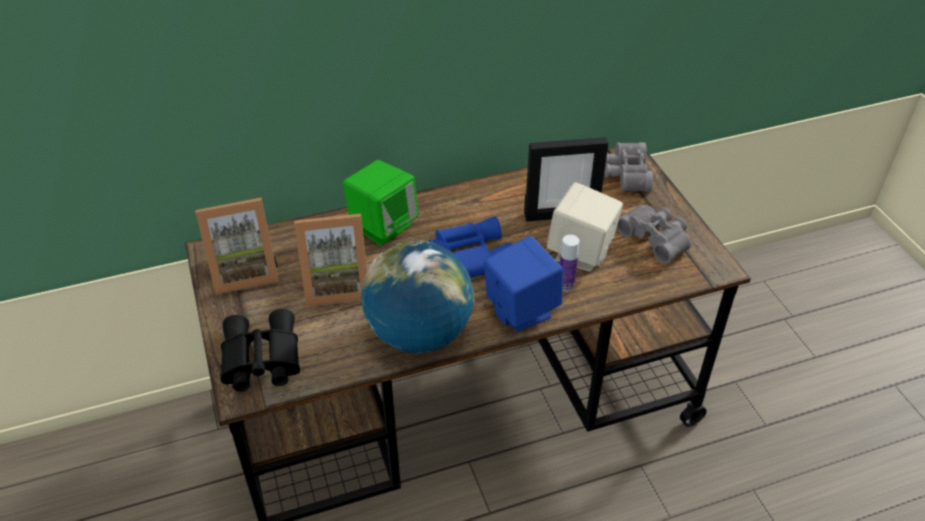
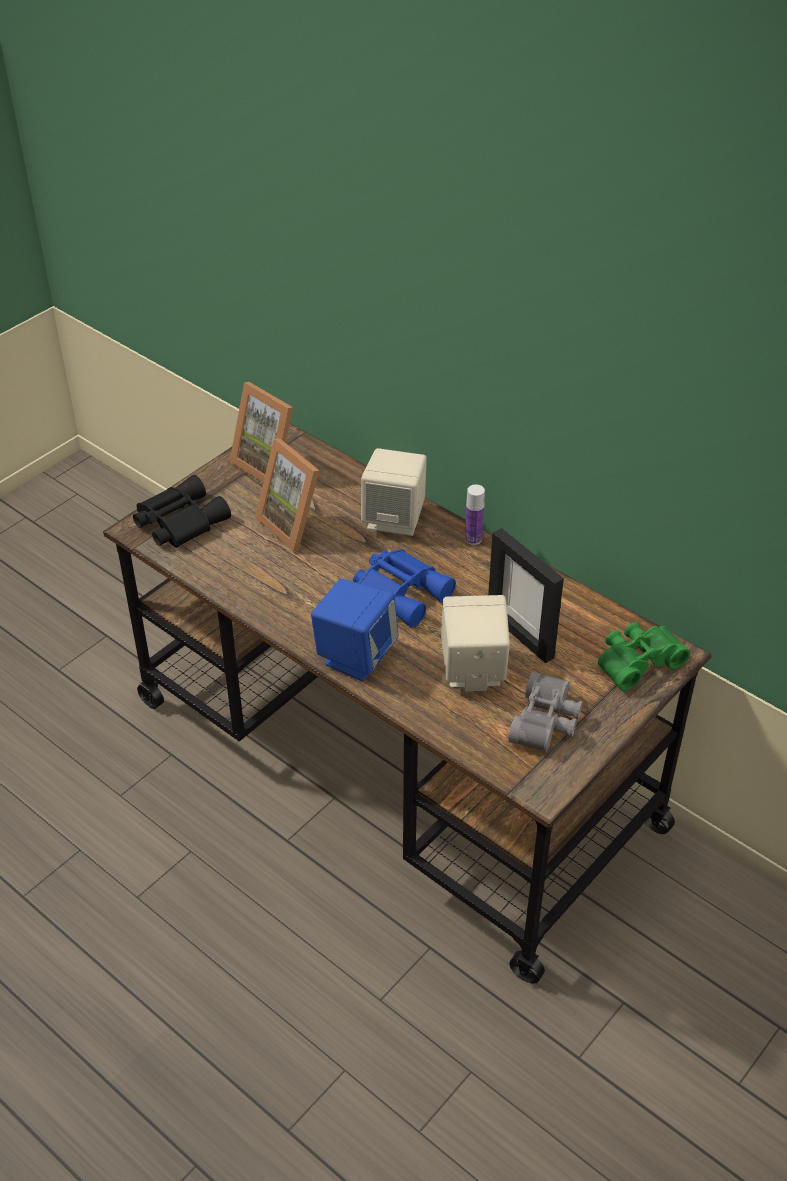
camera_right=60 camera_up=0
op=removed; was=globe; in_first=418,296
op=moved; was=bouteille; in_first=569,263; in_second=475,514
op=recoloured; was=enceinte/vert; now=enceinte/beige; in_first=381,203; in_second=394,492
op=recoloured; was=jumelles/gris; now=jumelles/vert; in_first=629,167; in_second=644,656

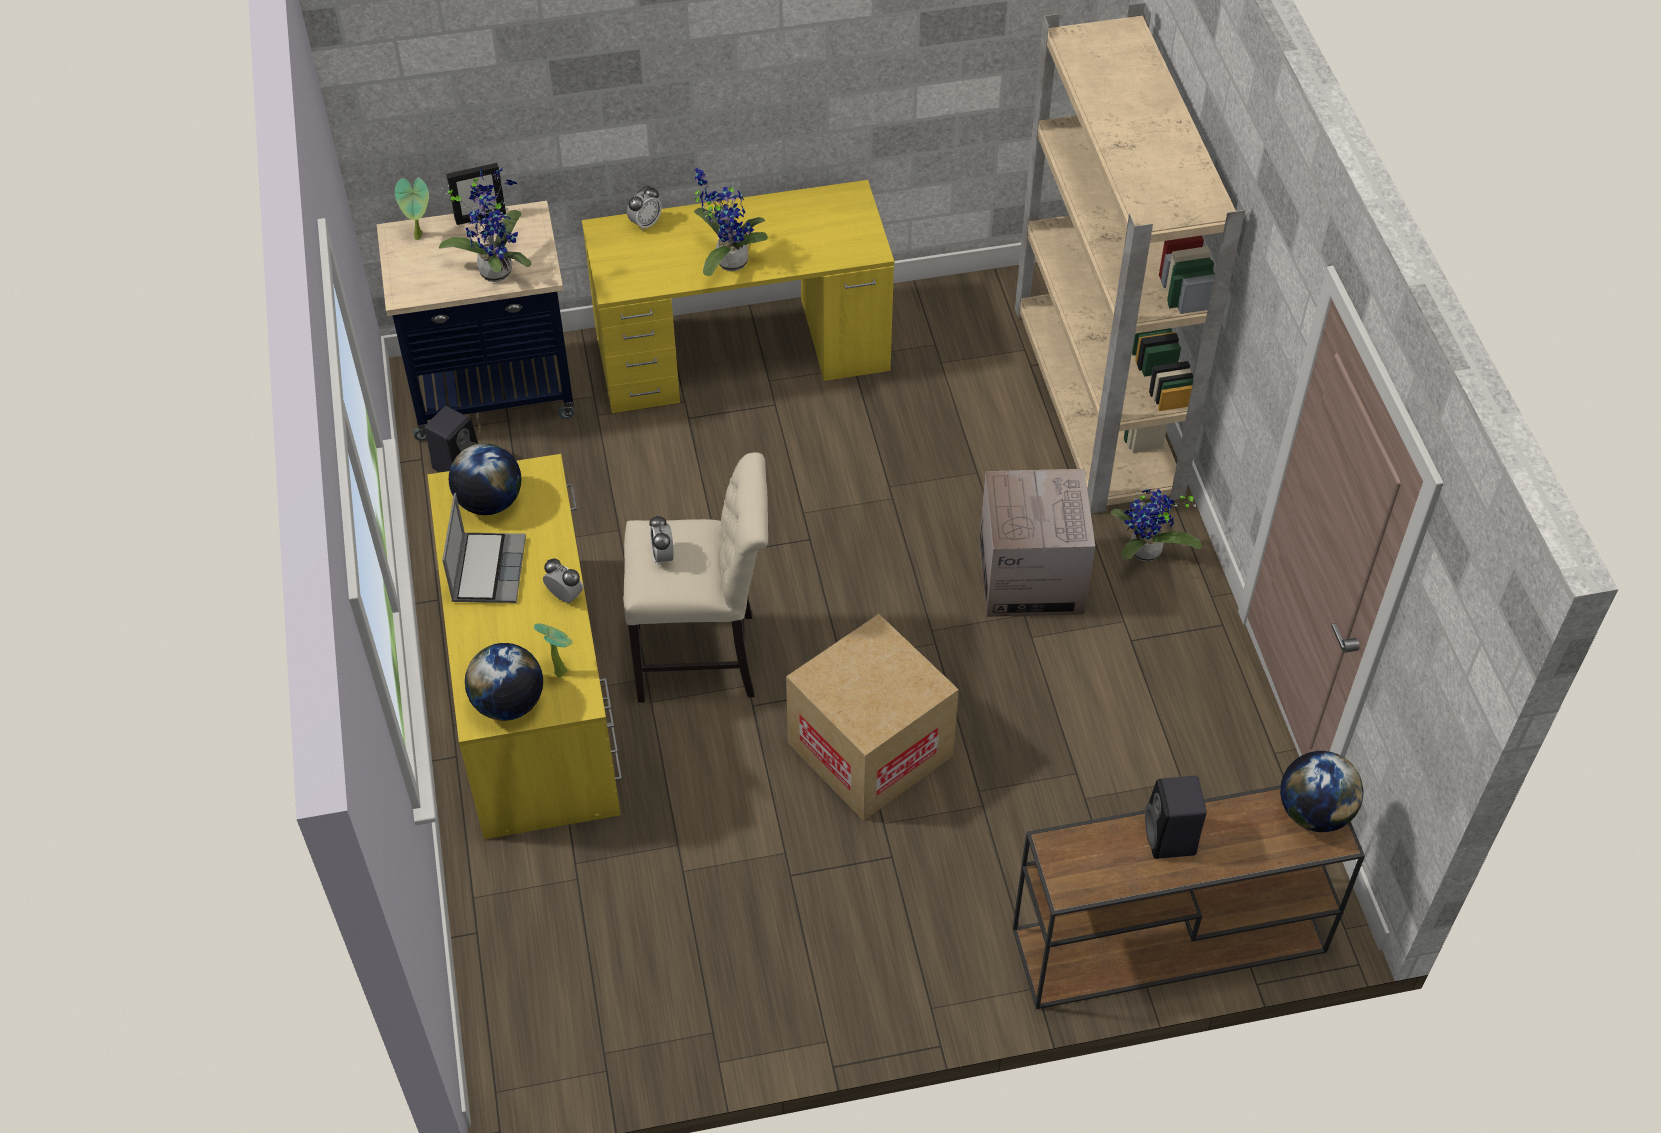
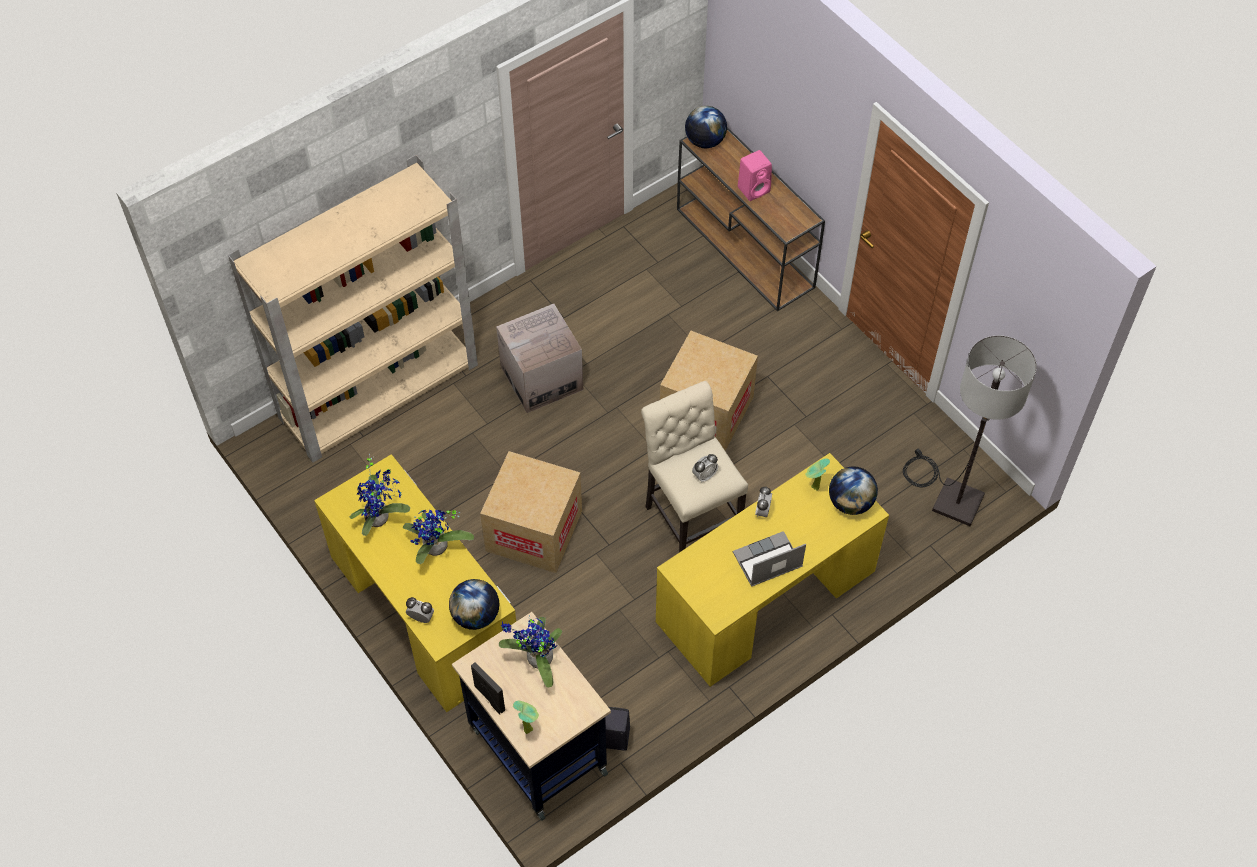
camera_right=-115 camera_up=5
op=added; now=carton; in_second=531,512
op=added; now=lampadaire; in_second=970,431
op=moved; was=globe; in_first=485,479; in_second=474,604
op=moved; was=plante en pot; in_first=1156,525; in_second=380,494
op=recoloured; was=enceinte/noir; now=enceinte/rose; in_first=1176,817; in_second=755,175

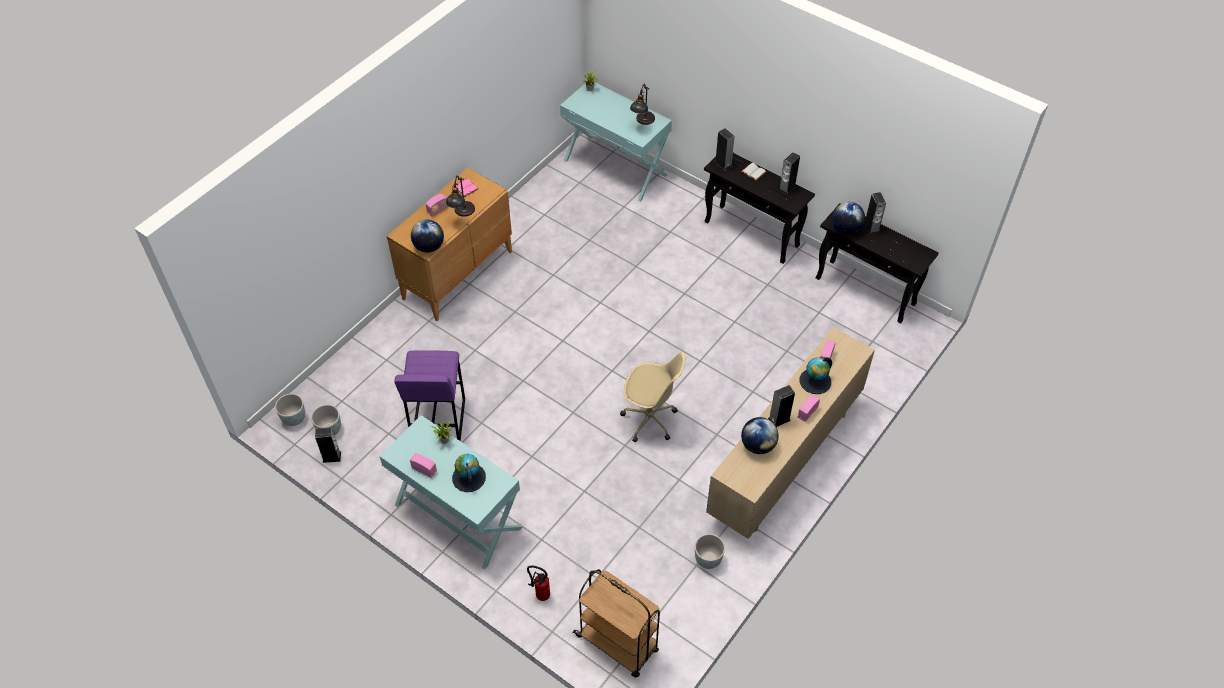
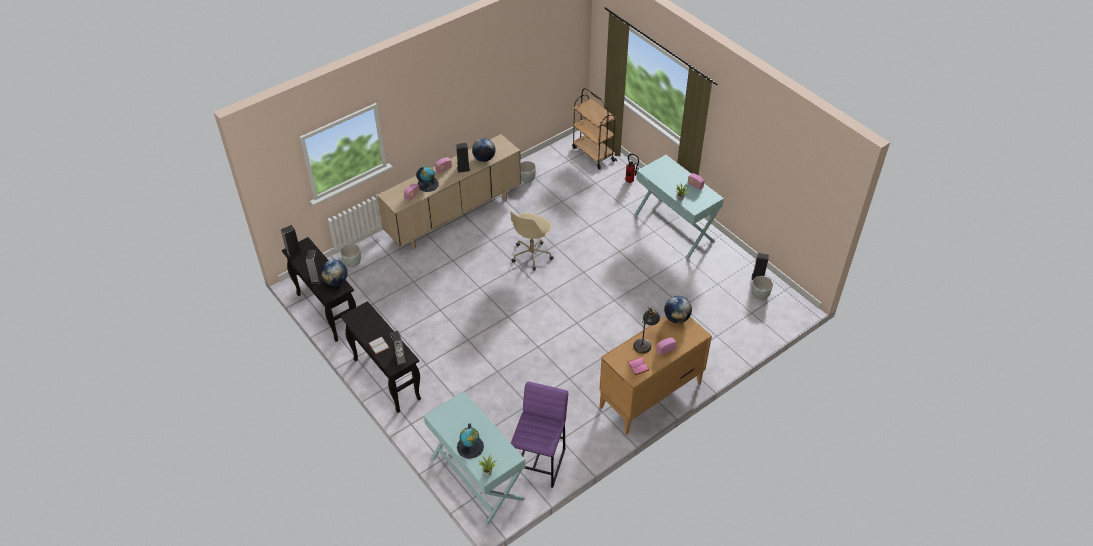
camera_right=-165 camera_up=-5
op=removed; was=lampe de table/gris; in_first=642,104
op=moved; was=cache-pot/gris; in_first=290,410; in_second=350,255
op=moved; was=tabouret/violet; in_first=429,395; in_second=539,434
op=moved; was=globe; in_first=469,473; in_second=470,441
op=moved; was=enceinte; in_first=789,173; in_second=291,241
op=turned; was=chaise de bureau/beige; in_first=653,397; in_second=532,241; clockwise=-90

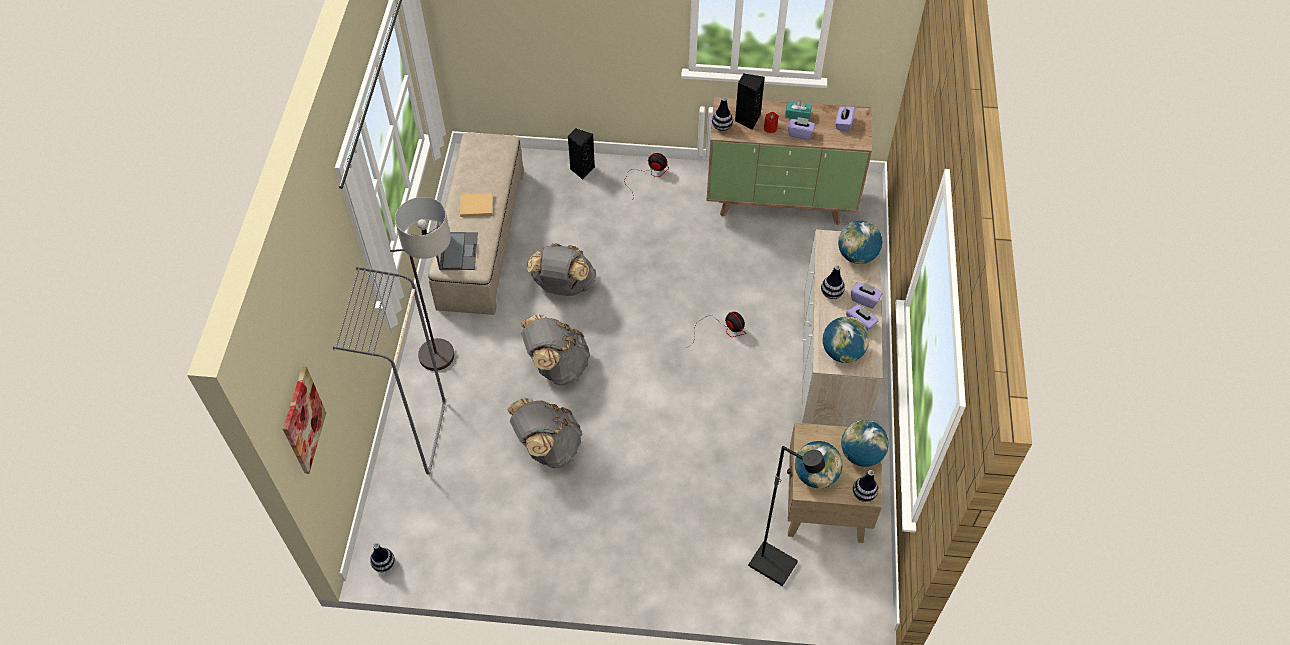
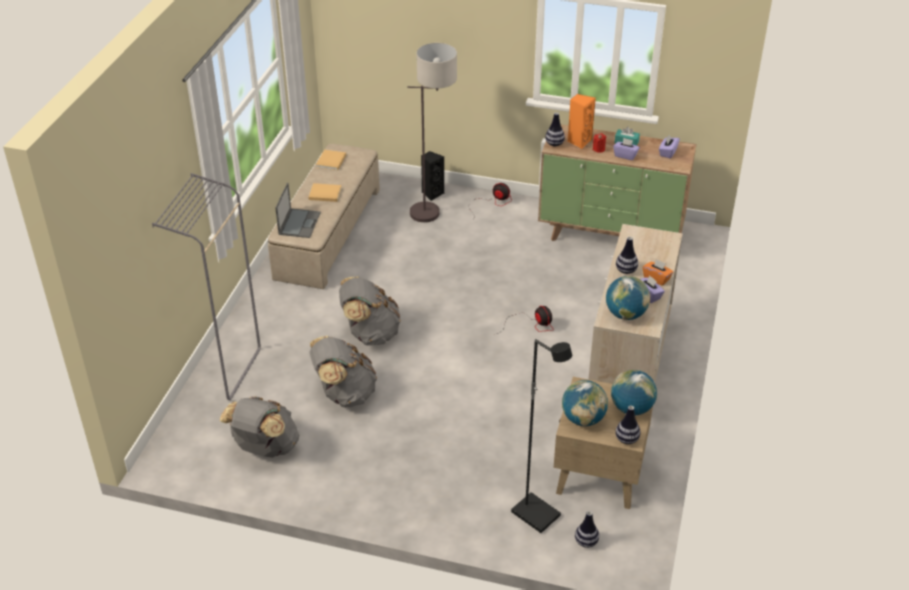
camera_right=10 camera_up=-15
op=removed; was=tableau; in_first=304,420
op=removed; was=globe; in_first=860,242
op=added; now=livre/beige; in_second=331,159
op=moved; was=vase; in_first=382,557; in_second=587,529
op=moved; was=lampadaire/gris; in_first=422,284; in_second=432,132
op=moved; was=sac à dos/gris; in_first=561,269; in_second=259,427
op=recoloured; was=enceinte/noir; now=enceinte/orange; in_first=750,101; in_second=582,121
op=recoloured; was=boîte à mouchoirs/violet; now=boîte à mouchoirs/orange; in_first=866,295; in_second=658,272

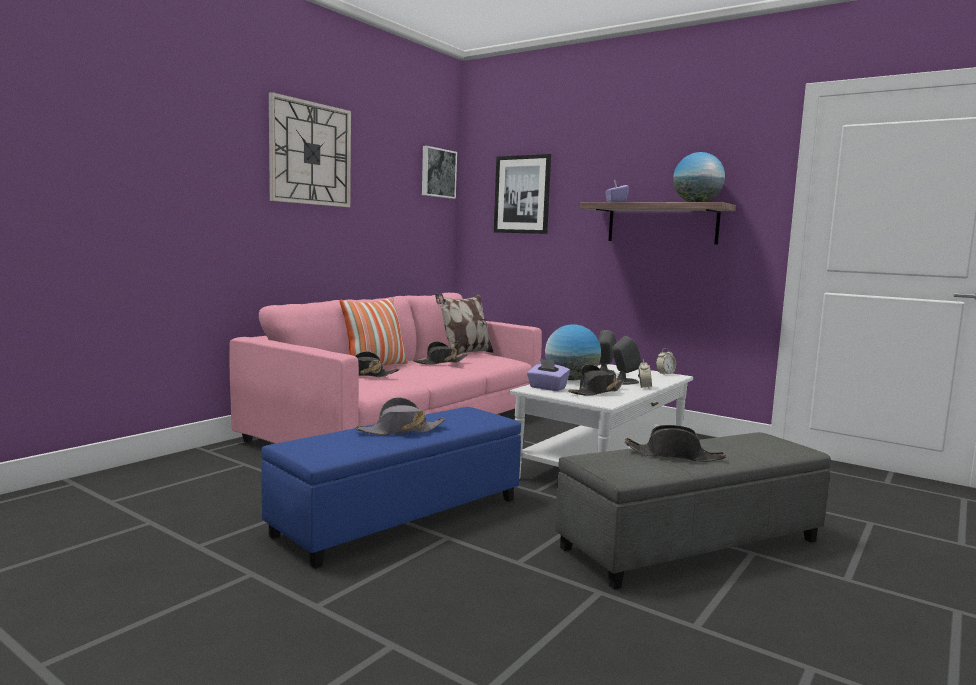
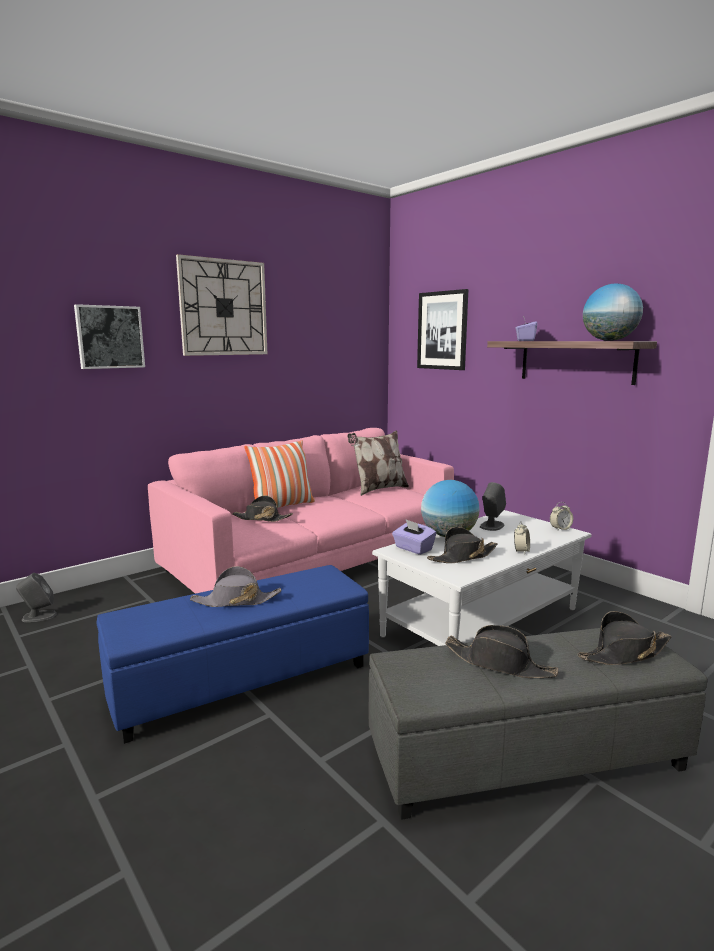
camera_right=15 camera_up=5
op=moved; was=chapeau/noir; in_first=441,353; in_second=625,638
op=moved; was=tableau; in_first=439,172; in_second=109,336
op=moved; was=enceinte/gris; in_first=627,360; in_second=36,597

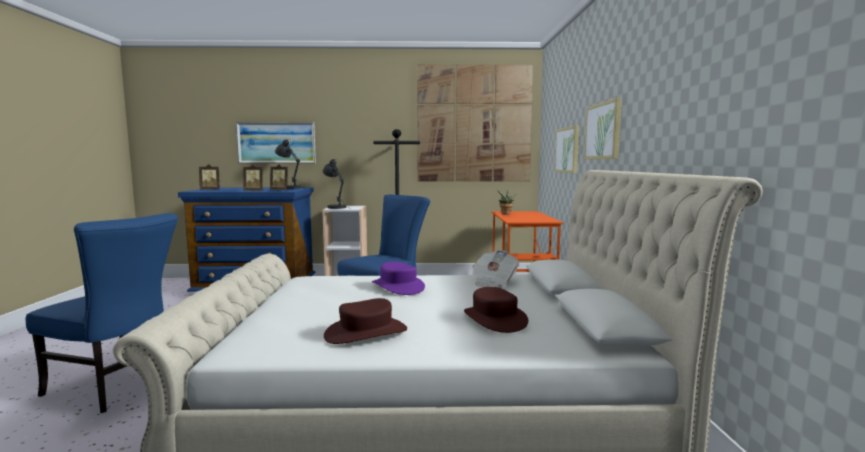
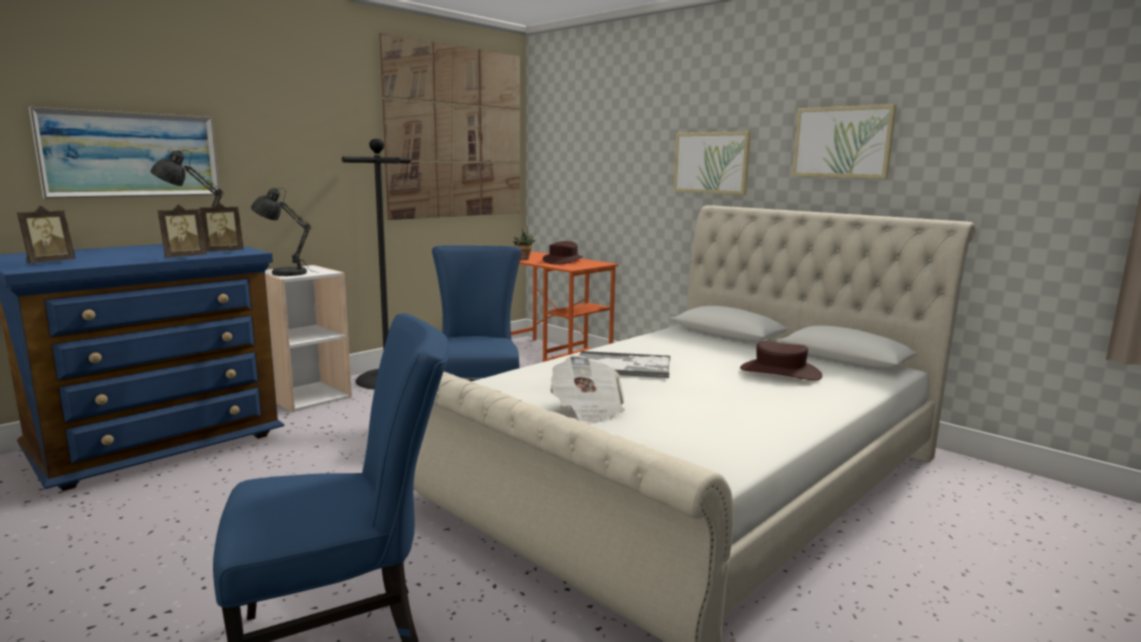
camera_right=-45 camera_up=5
op=moved; was=chapeau/marron; in_first=365,321; in_second=563,252
op=moved; was=journal; in_first=496,268; in_second=587,389
op=moved; was=tableau; in_first=566,149; in_second=844,141
op=replaced; was=chapeau/violet; now=plateau; in_first=398,278; in_second=625,364

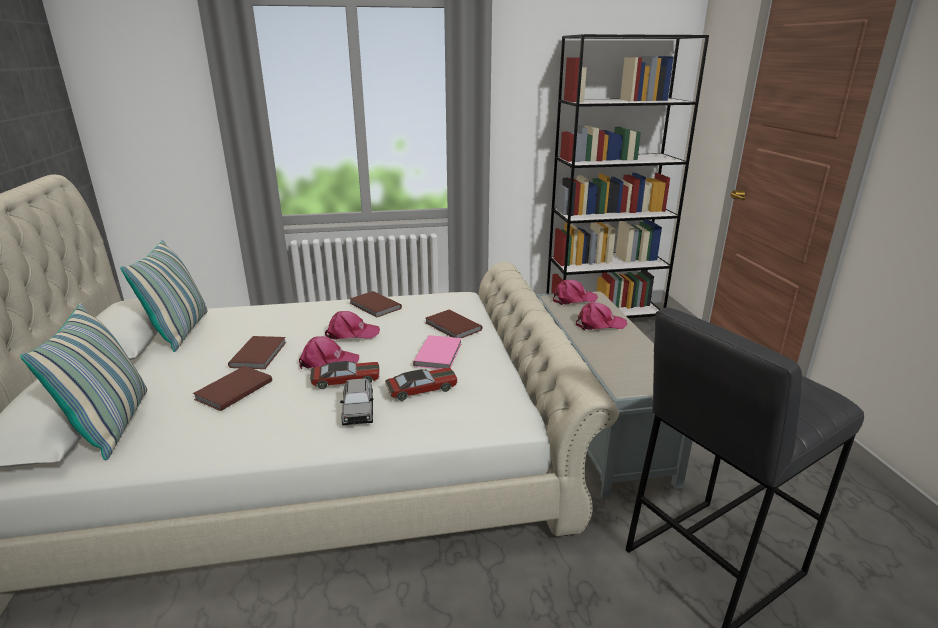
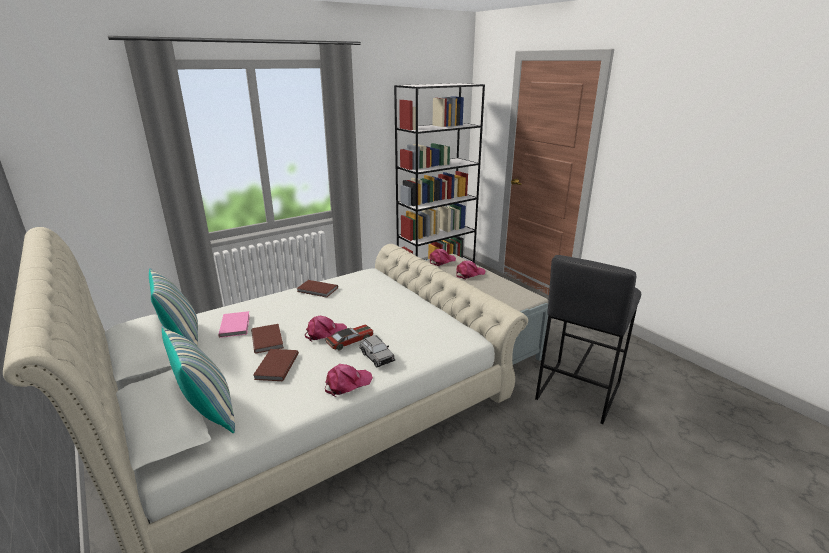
camera_right=-25 camera_up=0
op=removed; was=petite voiture; in_first=421,384
op=removed; was=livre/marron; in_first=454,324
op=moved; was=casquette/rose; in_first=352,325; in_second=349,380
op=moved; was=livre/rose; in_first=437,352; in_second=234,324

